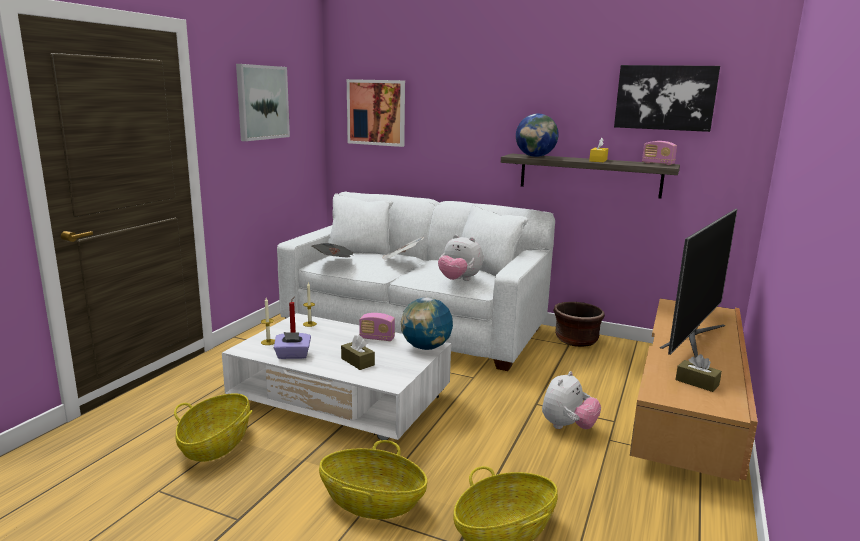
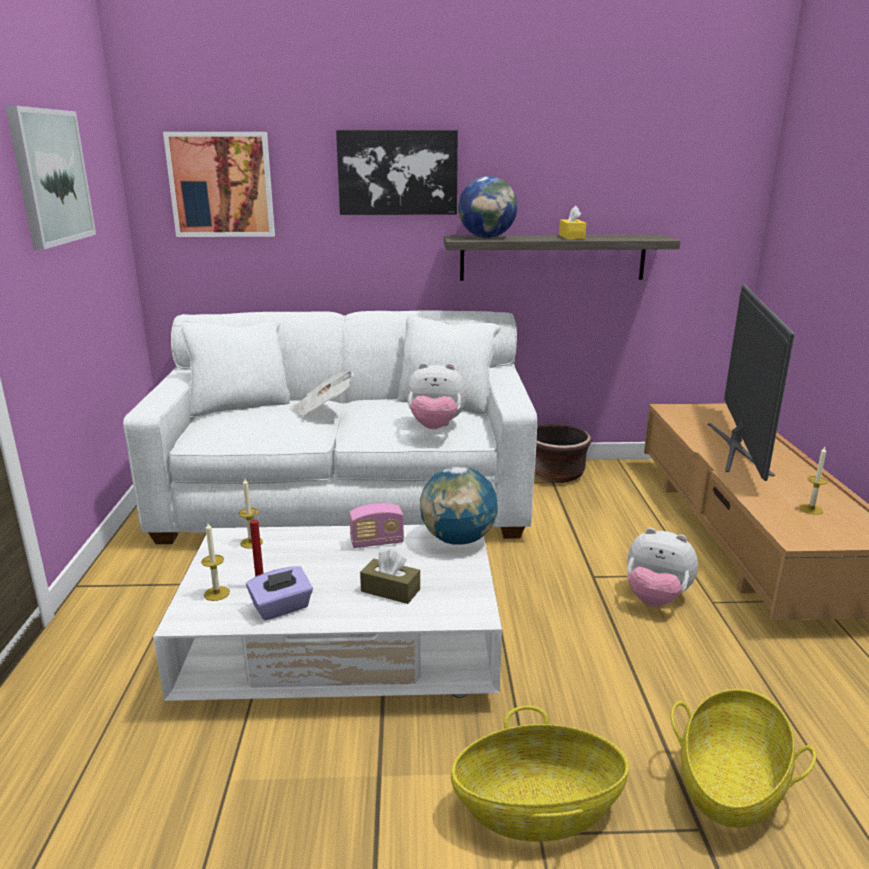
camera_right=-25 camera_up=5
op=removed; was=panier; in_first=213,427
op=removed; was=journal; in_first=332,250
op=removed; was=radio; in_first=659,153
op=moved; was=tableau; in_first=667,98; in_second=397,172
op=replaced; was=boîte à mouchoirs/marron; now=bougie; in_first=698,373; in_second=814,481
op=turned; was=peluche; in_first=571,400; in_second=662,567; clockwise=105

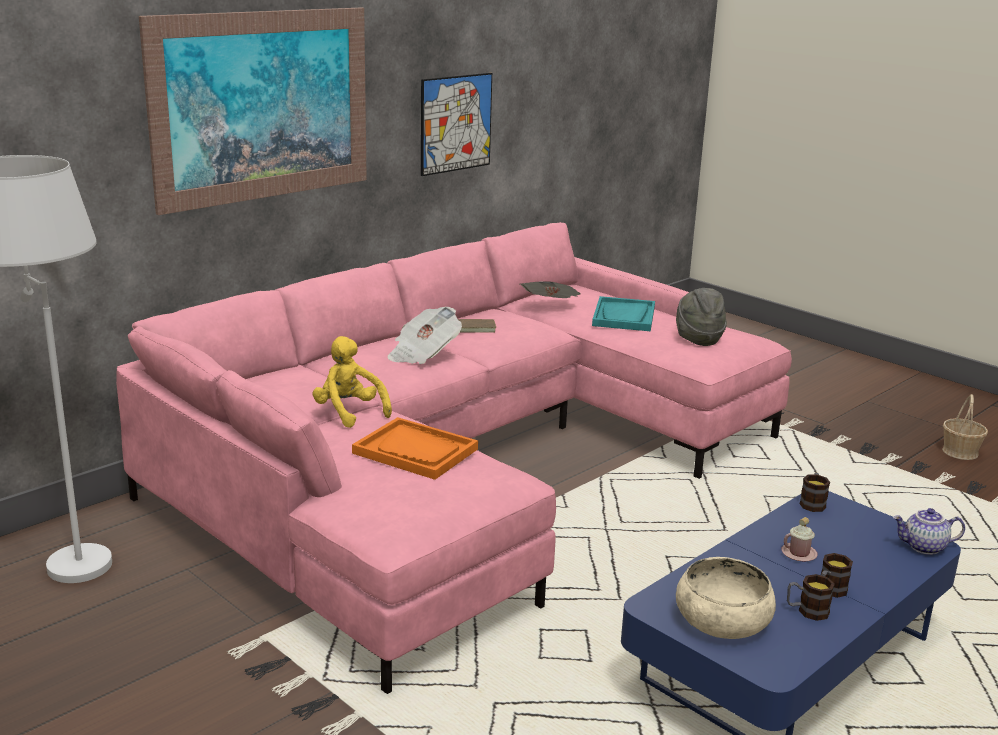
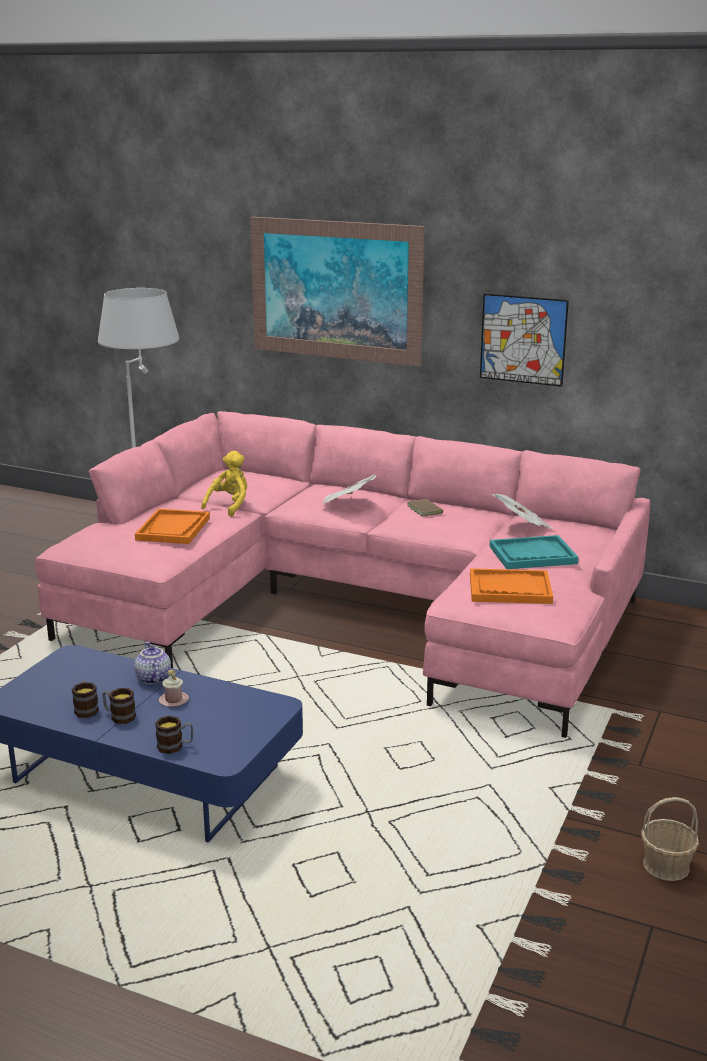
camera_right=70 camera_up=0
op=removed; was=bol/beige; in_first=726,598
op=moved; was=mug; in_first=814,492; in_second=174,735
op=moved; was=théière; in_first=929,531; in_second=152,663
op=replaced; was=chapeau/gris; now=plateau/orange; in_first=701,317; in_second=511,586

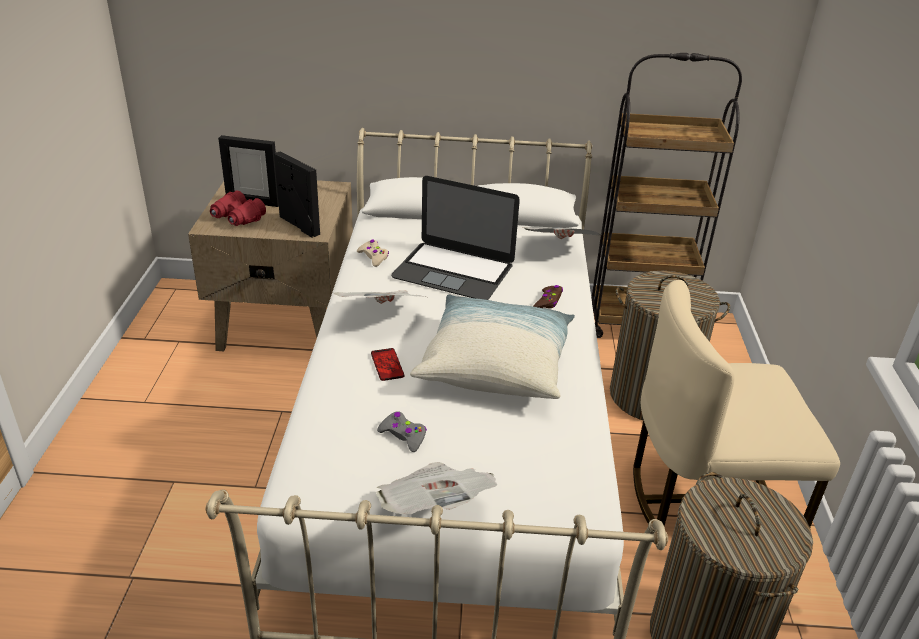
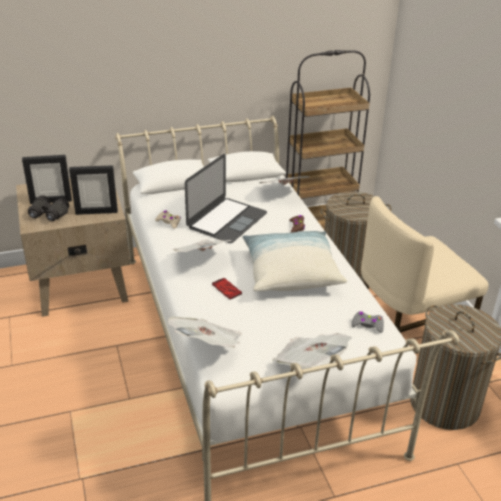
camera_right=-20 camera_up=0
op=added; now=journal; in_second=204,332
op=moved; was=manette/gris; in_first=402,431; in_second=367,322
op=recoloured; was=jumelles/rouge; now=jumelles/noir; in_first=238,208; in_second=48,208
op=turned; was=cadre photo; in_first=297,195; in_second=93,190; clockwise=150
op=turned; was=ordinateur portable; in_first=455,238; in_second=226,198; clockwise=-60

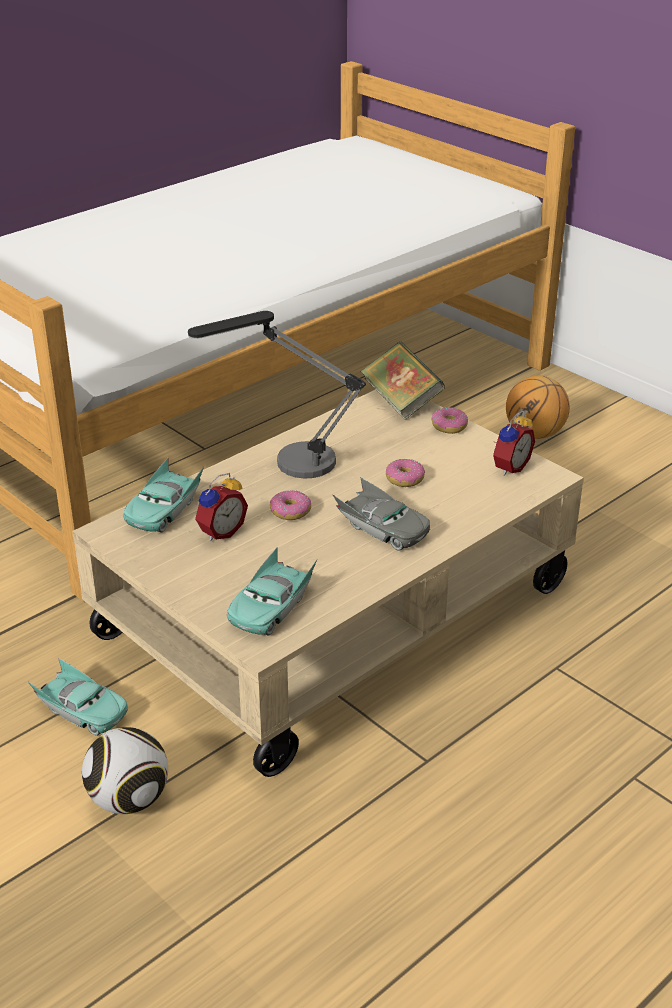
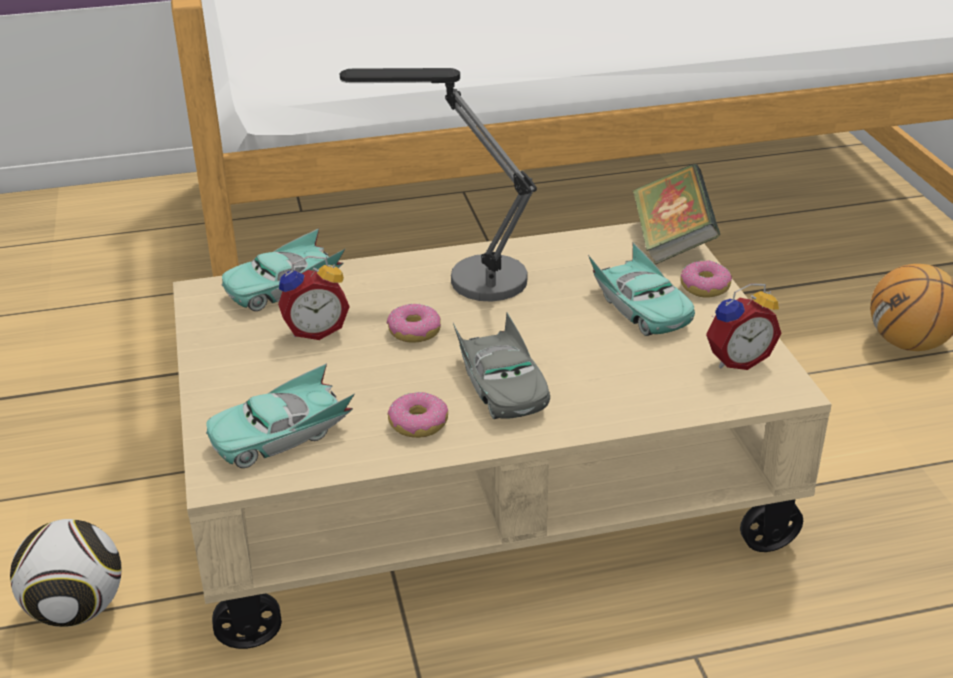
camera_right=30 camera_up=0
op=moved; was=petite voiture/turquoise; in_first=77,697; in_second=641,289
op=moved; was=beignet; in_first=405,473; in_second=417,415

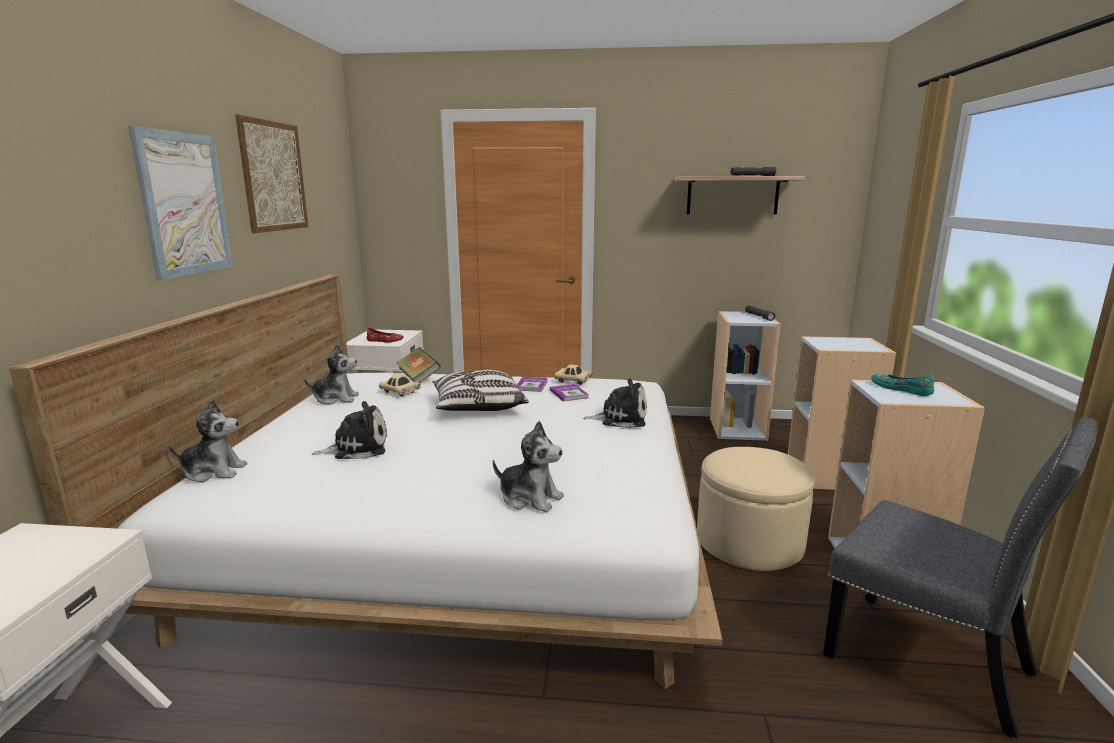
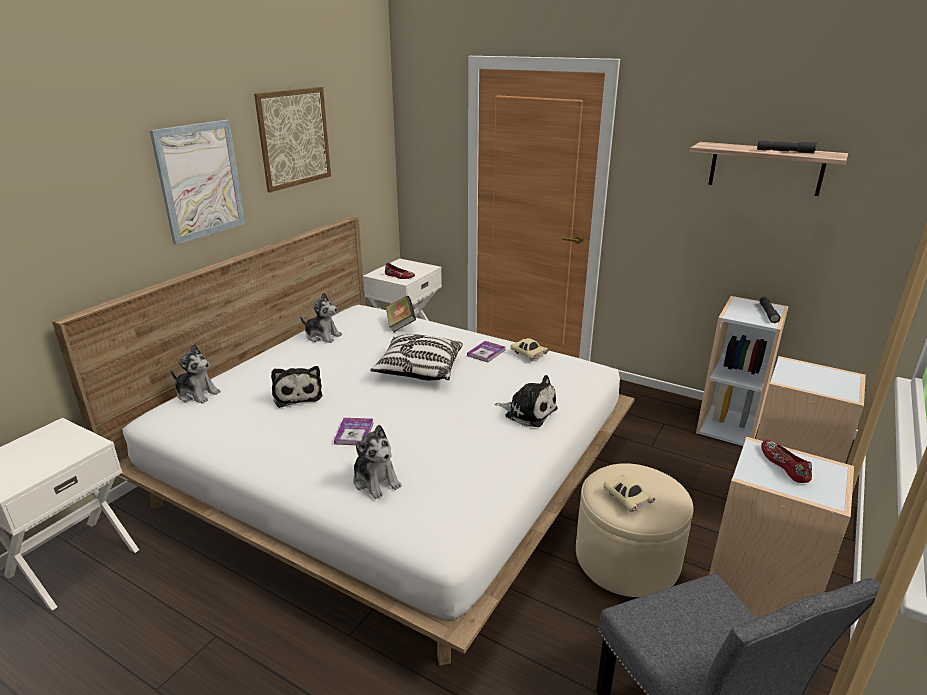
camera_right=25 camera_up=10
op=moved; was=petite voiture/beige; in_first=400,385; in_second=629,493
op=moved; was=livre; in_first=569,392; in_second=354,431
op=recoloured; was=chaussure/turquoise; now=chaussure/rouge; in_first=902,385; in_second=786,461
op=turned; was=peluche; in_first=349,430; in_second=296,387; clockwise=60

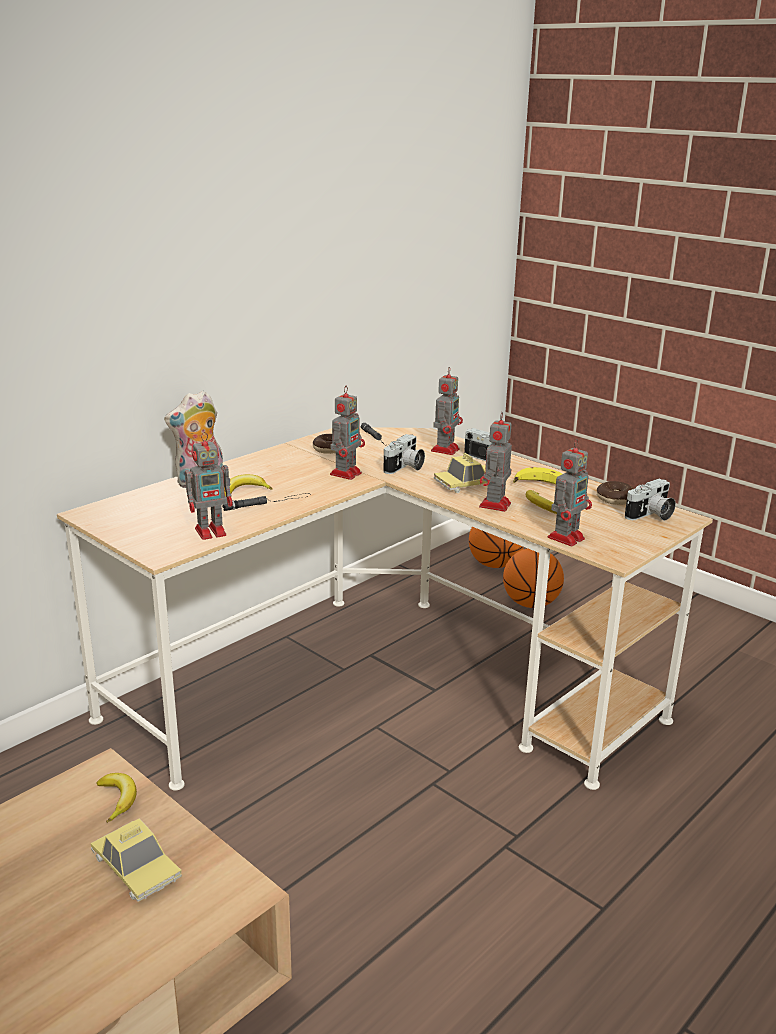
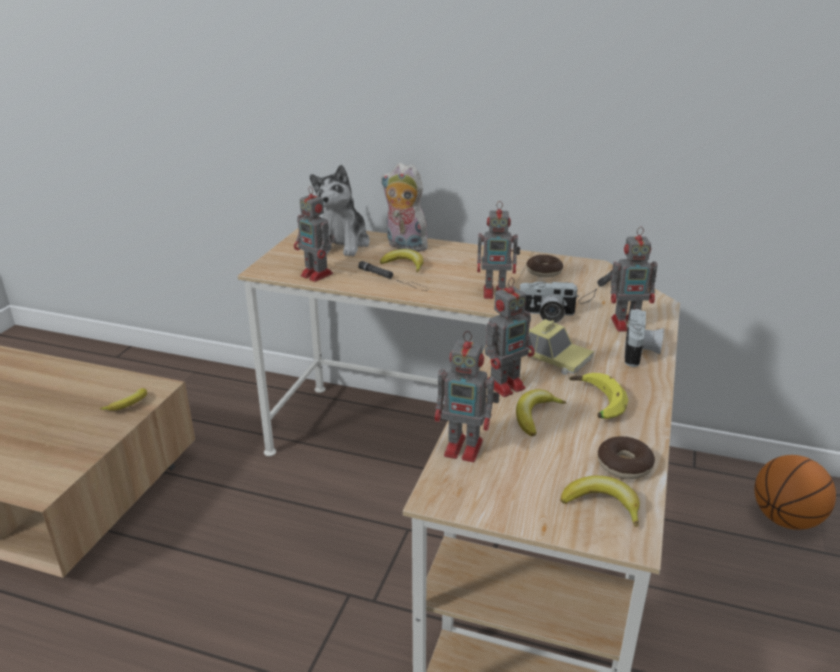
camera_right=65 camera_up=5
op=removed; was=petite voiture; in_first=136,860
op=removed; was=ballon de basket; in_first=533,578
op=added; now=peluche; in_second=340,211
op=replaced; was=appareil photo; now=banane; in_first=650,500; in_second=600,501
op=turned; was=robot jouet; in_first=495,462; in_second=510,337; clockwise=150

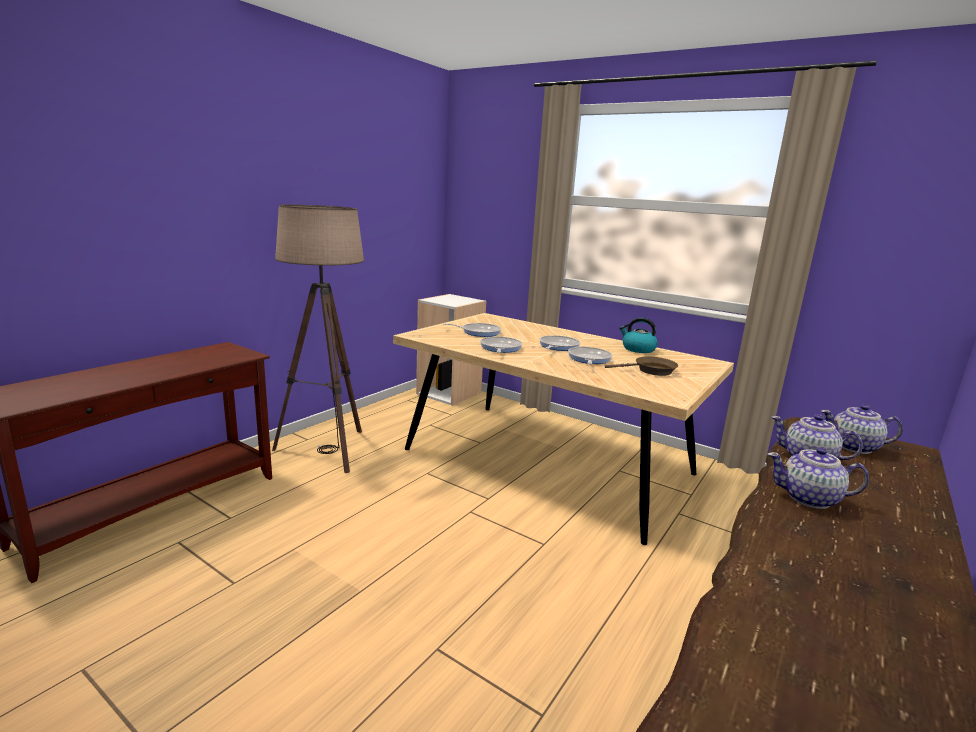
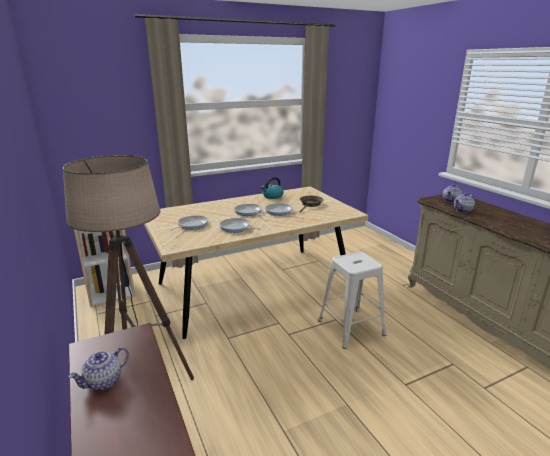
camera_right=-60 camera_up=5
op=added; now=tabouret/blanc; in_second=352,300
op=moved; was=théière; in_first=818,478; in_second=98,368

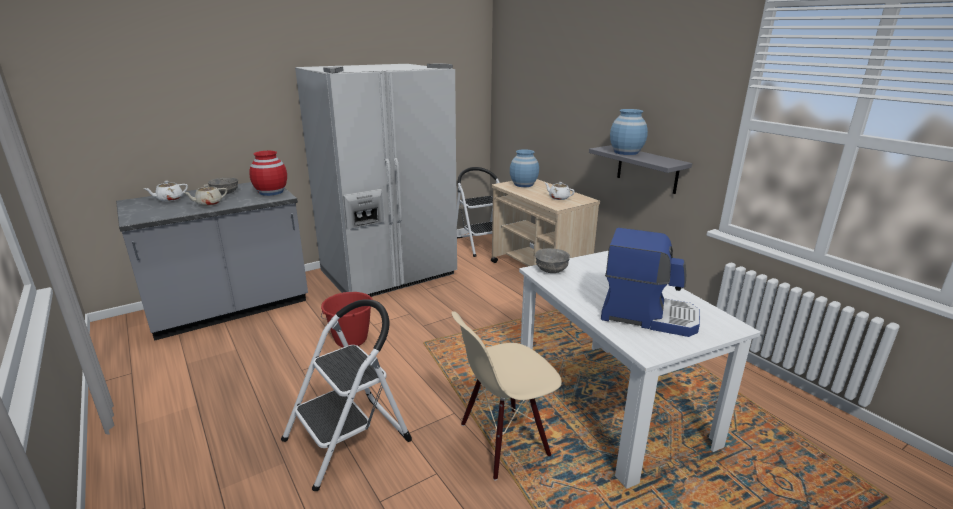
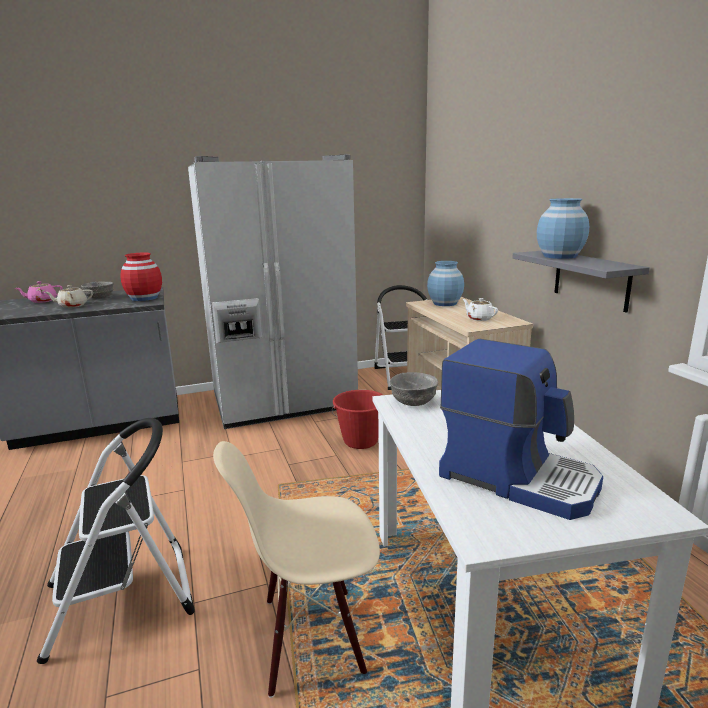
camera_right=15 camera_up=-5
op=moved; was=seau/rouge; in_first=347,319; in_second=357,419
op=recoloured; was=théière/blanc; now=théière/rose; in_first=166,191; in_second=39,292

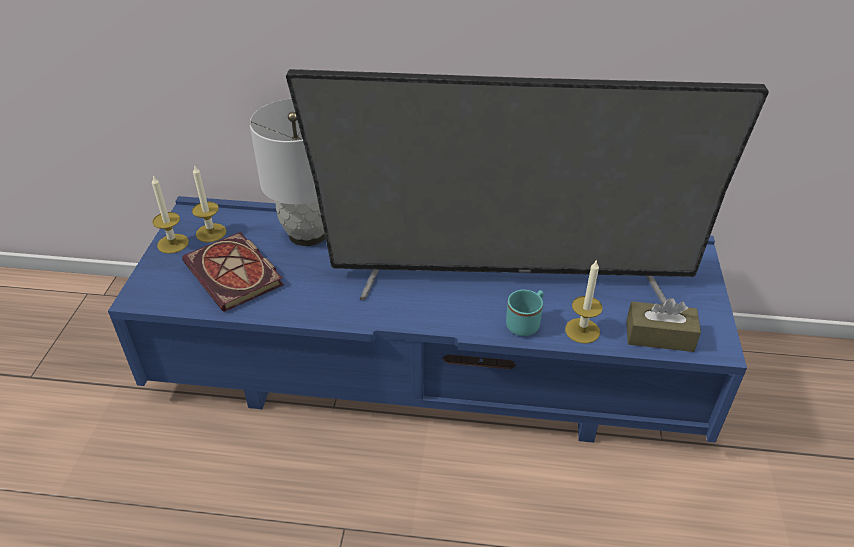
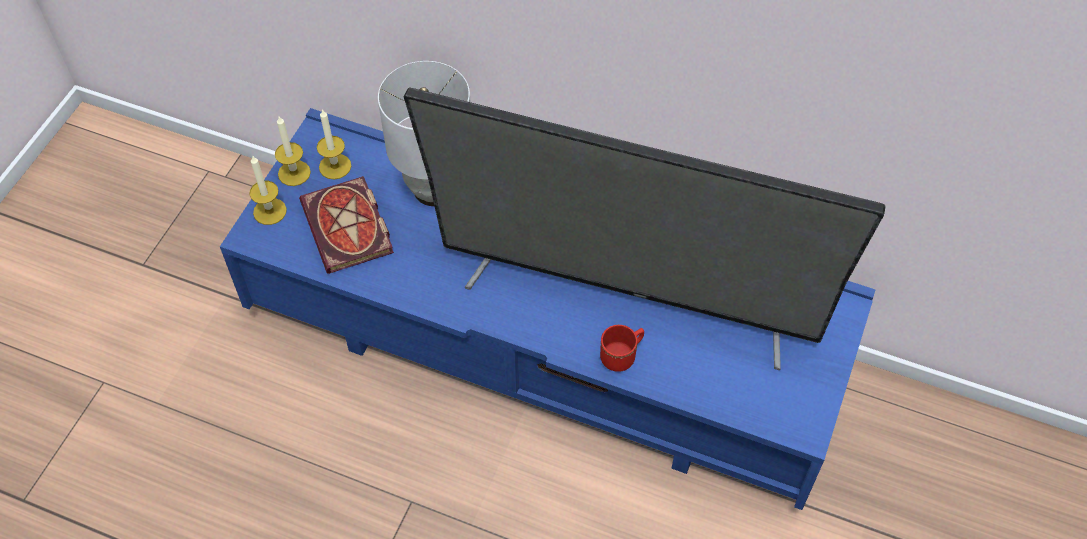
camera_right=15 camera_up=15
op=removed; was=boîte à mouchoirs/marron; in_first=663,325
op=moved; was=bougie; in_first=584,301; in_second=268,190
op=recoloured; was=mug/turquoise; now=mug/rouge; in_first=524,313; in_second=622,348

